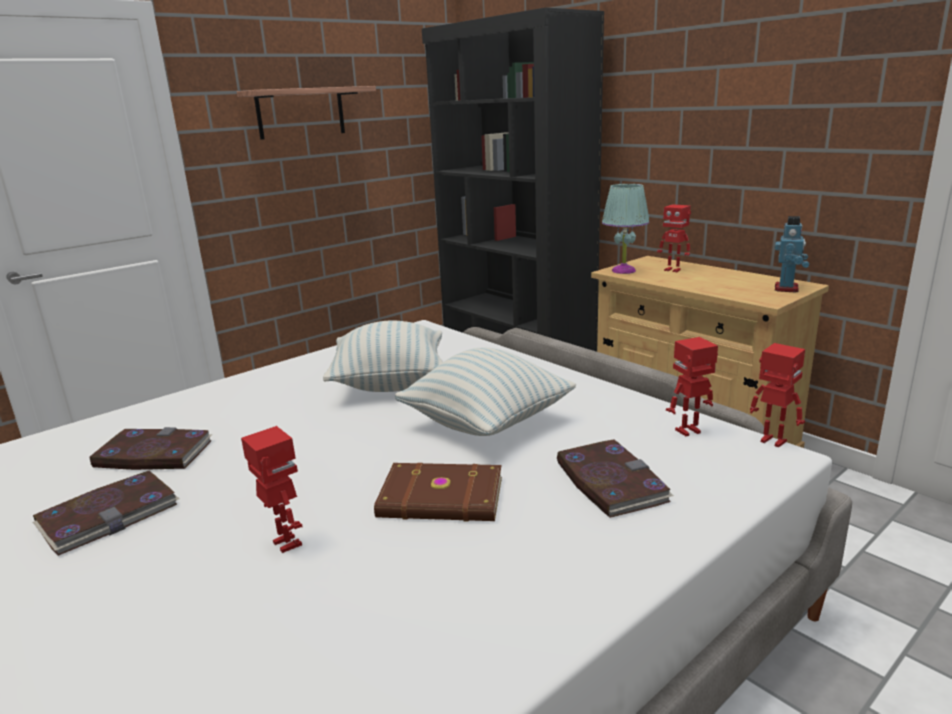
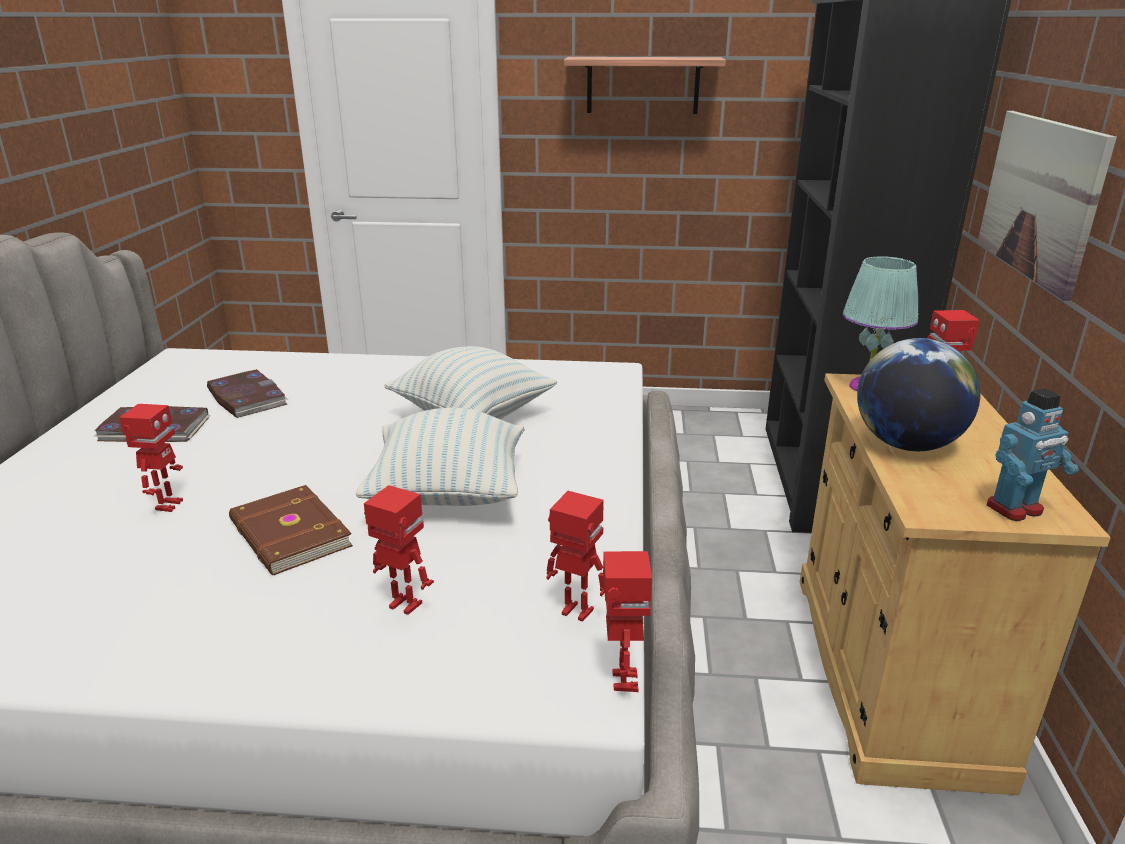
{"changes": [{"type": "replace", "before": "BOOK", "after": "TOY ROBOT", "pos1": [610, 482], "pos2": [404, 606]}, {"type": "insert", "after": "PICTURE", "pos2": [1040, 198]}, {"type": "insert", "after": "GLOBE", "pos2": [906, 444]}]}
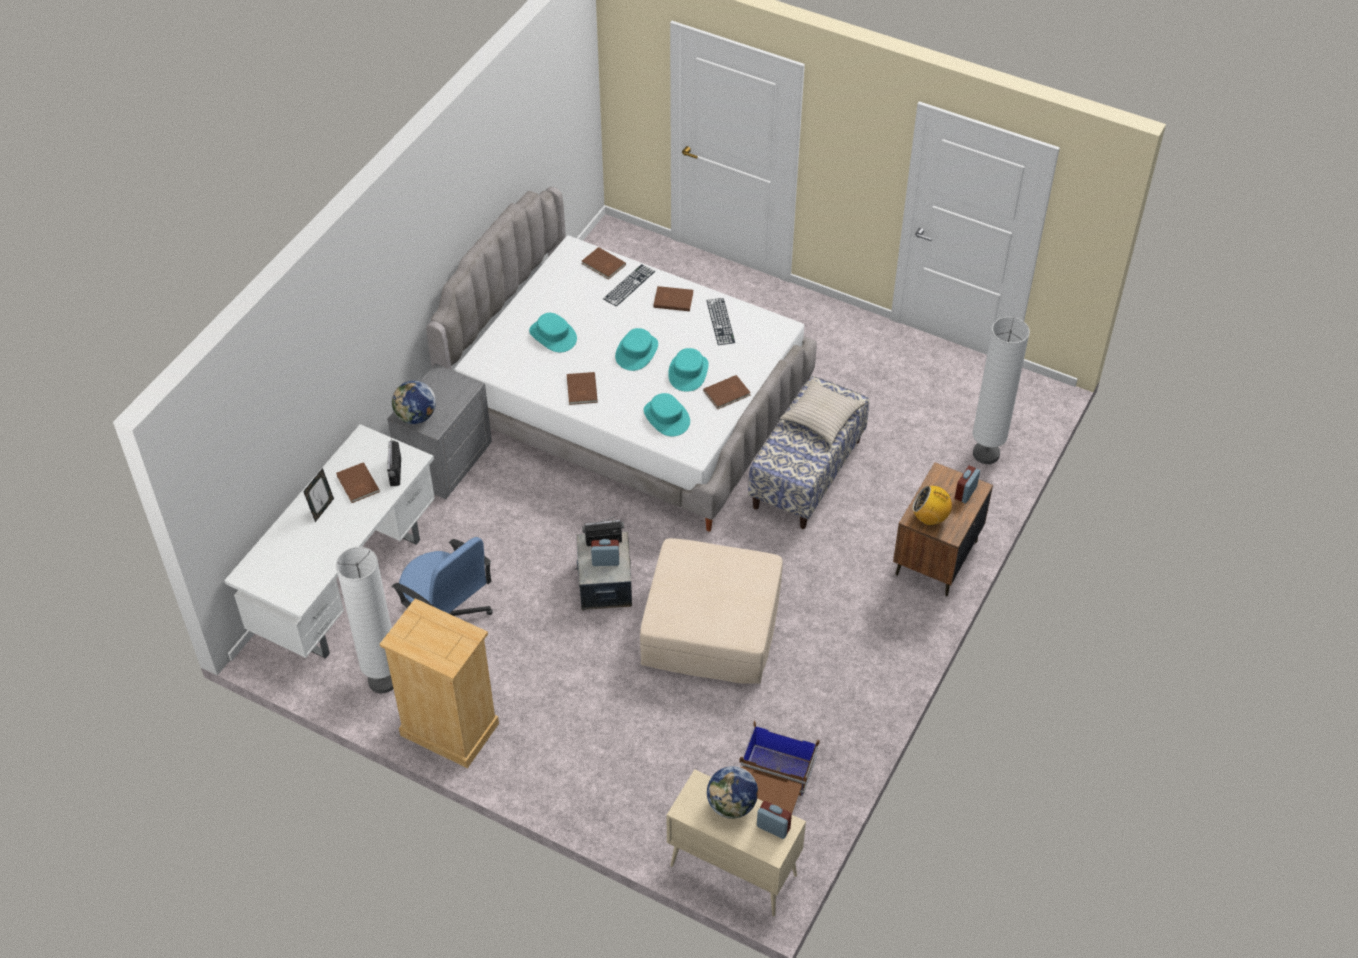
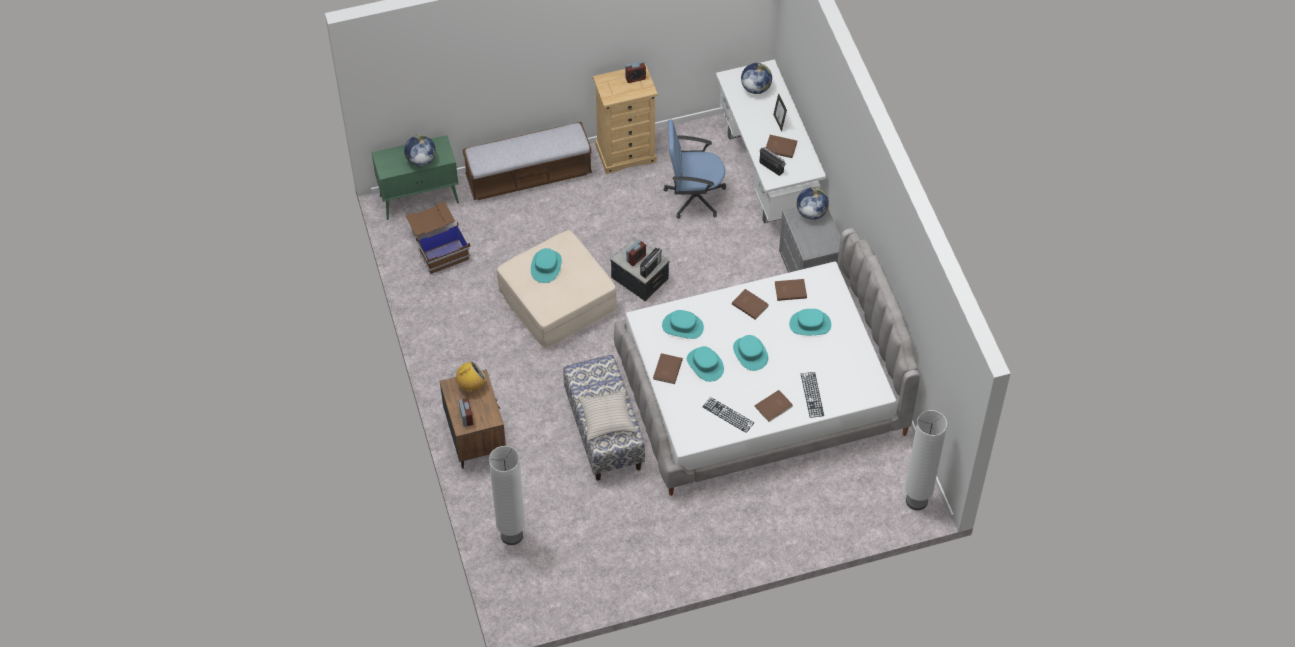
{"changes": [{"type": "move", "before": "BROWN BOOK", "pos1": [603, 265], "pos2": [790, 290]}, {"type": "move", "before": "WHITE FLOOR LAMP", "pos1": [383, 681], "pos2": [916, 501]}, {"type": "recolor", "before": "BEIGE CABINET", "after": "GREEN CABINET", "pos1": [732, 870], "pos2": [420, 199]}, {"type": "move", "before": "ALARM CLOCK", "pos1": [773, 827], "pos2": [635, 78]}, {"type": "insert", "after": "GLOBE", "pos2": [755, 88]}, {"type": "insert", "after": "BENCH", "pos2": [529, 176]}, {"type": "insert", "after": "TURQUOISE HAT", "pos2": [546, 266]}]}
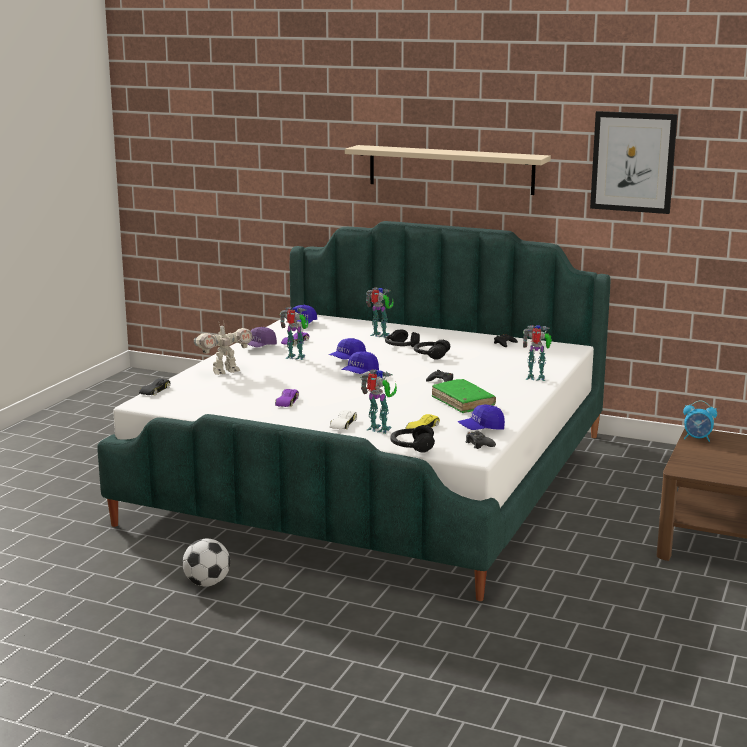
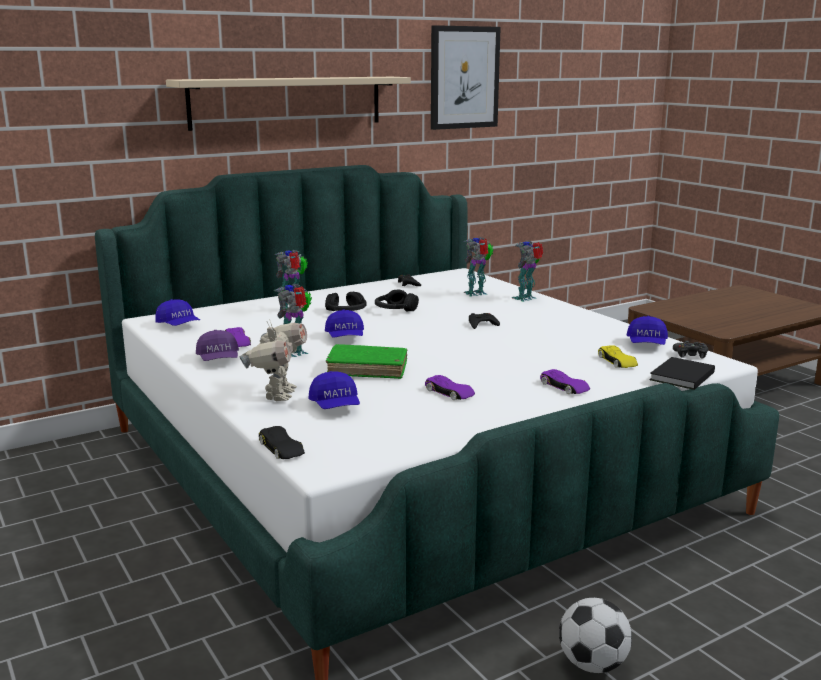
{"changes": [{"type": "move", "before": "BLUE CAP", "pos1": [360, 373], "pos2": [335, 406]}, {"type": "move", "before": "TOY ROBOT", "pos1": [379, 430], "pos2": [477, 294]}, {"type": "move", "before": "GREEN BOOK", "pos1": [463, 402], "pos2": [367, 370]}, {"type": "delete", "before": "ALARM CLOCK", "pos1": [697, 439]}, {"type": "recolor", "before": "WHITE TOY CAR", "after": "PURPLE TOY CAR", "pos1": [343, 424], "pos2": [564, 387]}, {"type": "replace", "before": "BLACK HEADPHONES", "after": "BLACK BOOK", "pos1": [412, 446], "pos2": [680, 376]}]}
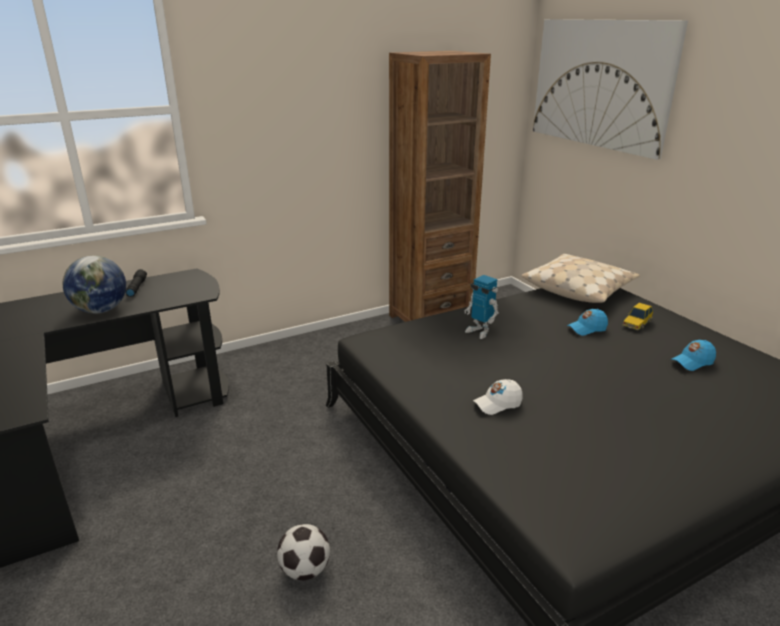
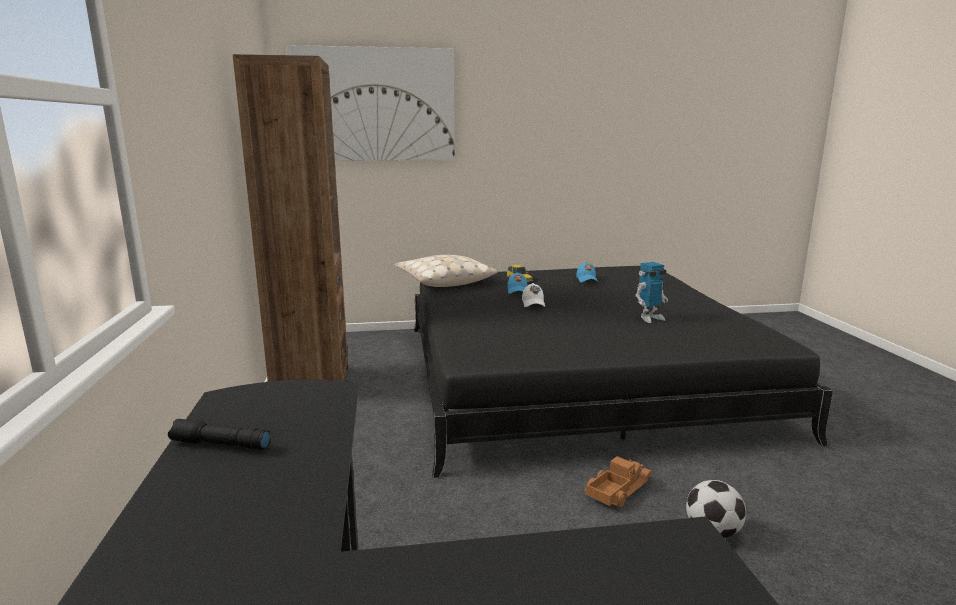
{"changes": [{"type": "delete", "before": "GLOBE", "pos1": [100, 310]}, {"type": "move", "before": "TOY ROBOT", "pos1": [479, 331], "pos2": [649, 318]}, {"type": "move", "before": "WHITE CAP", "pos1": [497, 404], "pos2": [533, 303]}, {"type": "insert", "after": "TOY TRUCK", "pos2": [616, 489]}]}
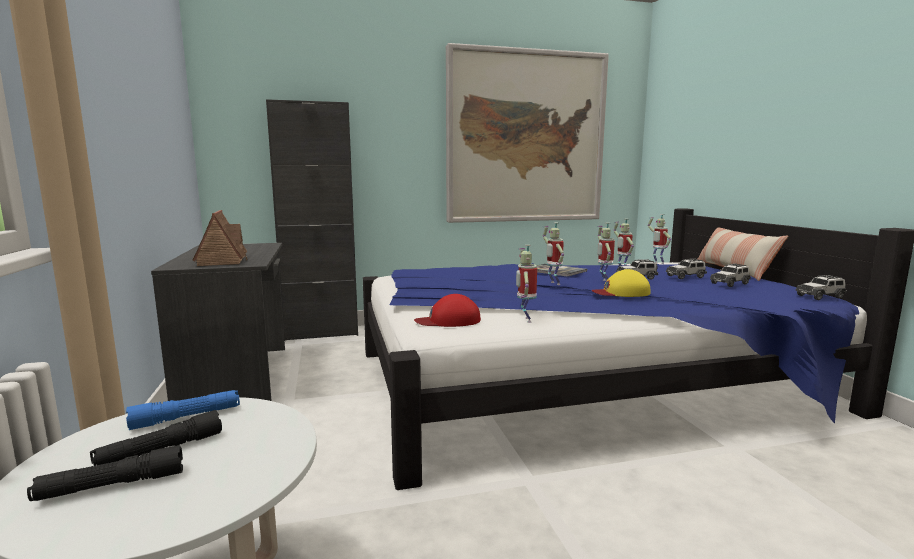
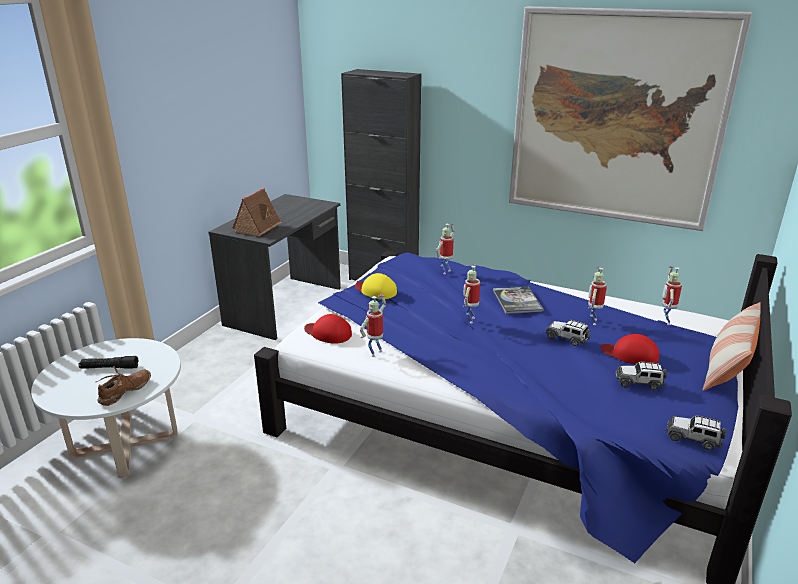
{"changes": [{"type": "move", "before": "TOY ROBOT", "pos1": [603, 281], "pos2": [445, 271]}, {"type": "replace", "before": "TOY CAR", "after": "RED CAP", "pos1": [686, 277], "pos2": [630, 354]}, {"type": "move", "before": "YELLOW CAP", "pos1": [621, 293], "pos2": [375, 290]}, {"type": "delete", "before": "BLUE FLASHLIGHT", "pos1": [187, 417]}, {"type": "delete", "before": "BLACK FLASHLIGHT", "pos1": [112, 486]}, {"type": "insert", "after": "BROWN SHOE", "pos2": [125, 392]}]}
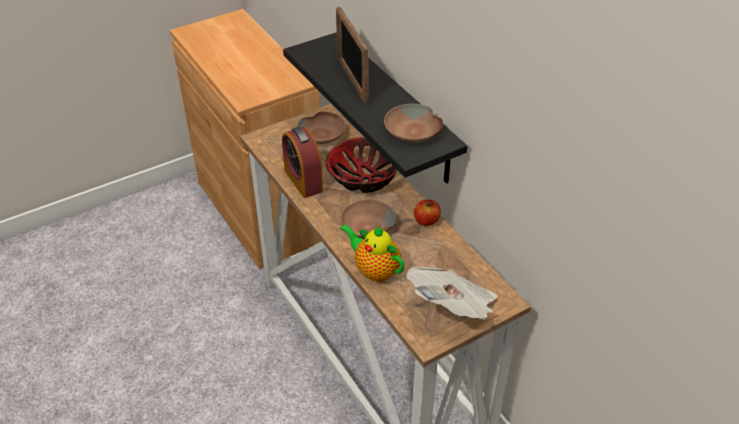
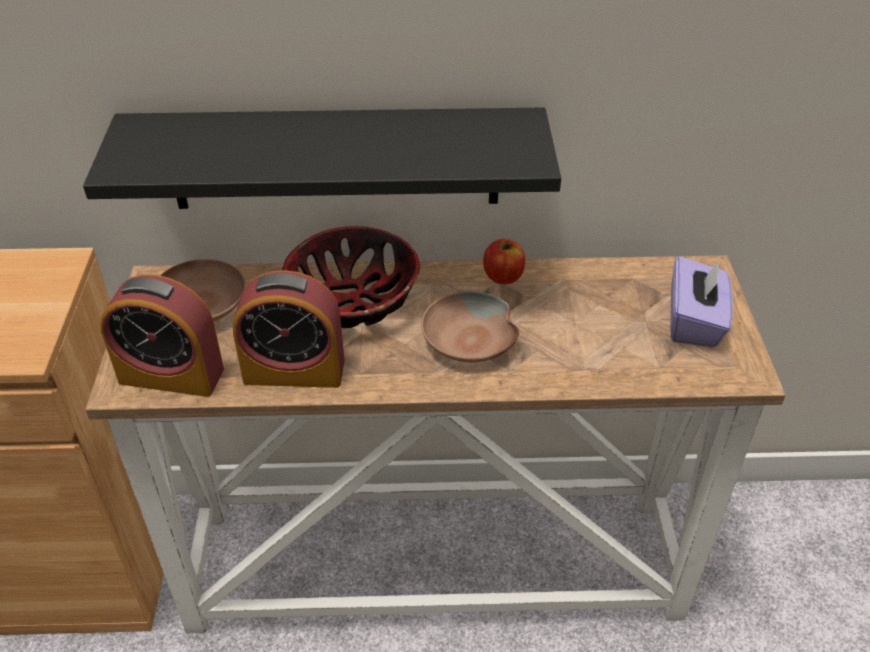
{"changes": [{"type": "delete", "before": "PICTURE FRAME", "pos1": [352, 80]}, {"type": "delete", "before": "BROWN BOWL", "pos1": [413, 132]}, {"type": "delete", "before": "TEAPOT", "pos1": [374, 270]}, {"type": "replace", "before": "NEWSPAPER", "after": "PURPLE TISSUE BOX", "pos1": [453, 307], "pos2": [694, 322]}, {"type": "insert", "after": "ALARM CLOCK", "pos2": [171, 375]}]}
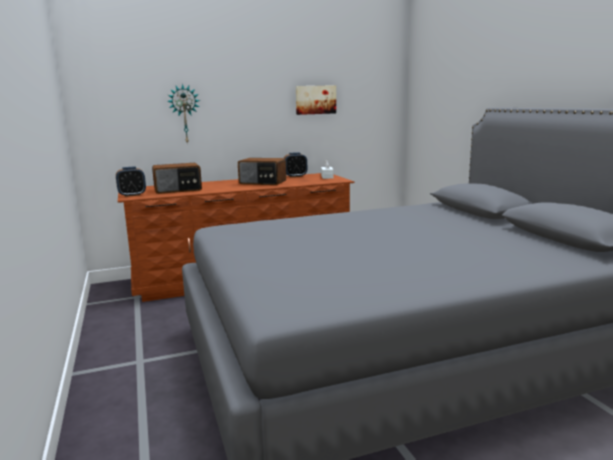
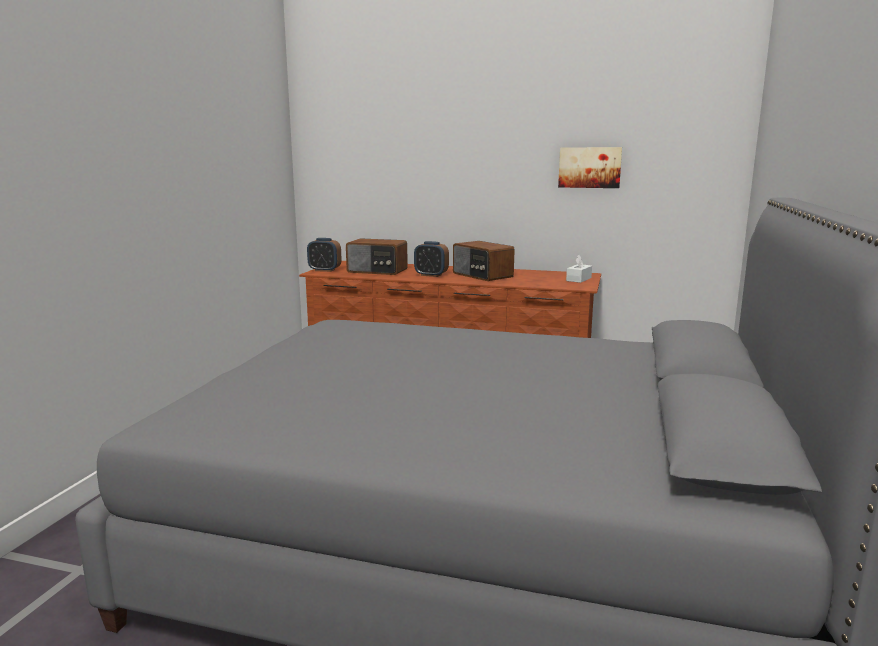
{"changes": [{"type": "delete", "before": "WALL CLOCK", "pos1": [184, 114]}, {"type": "move", "before": "ALARM CLOCK", "pos1": [295, 176], "pos2": [431, 275]}]}
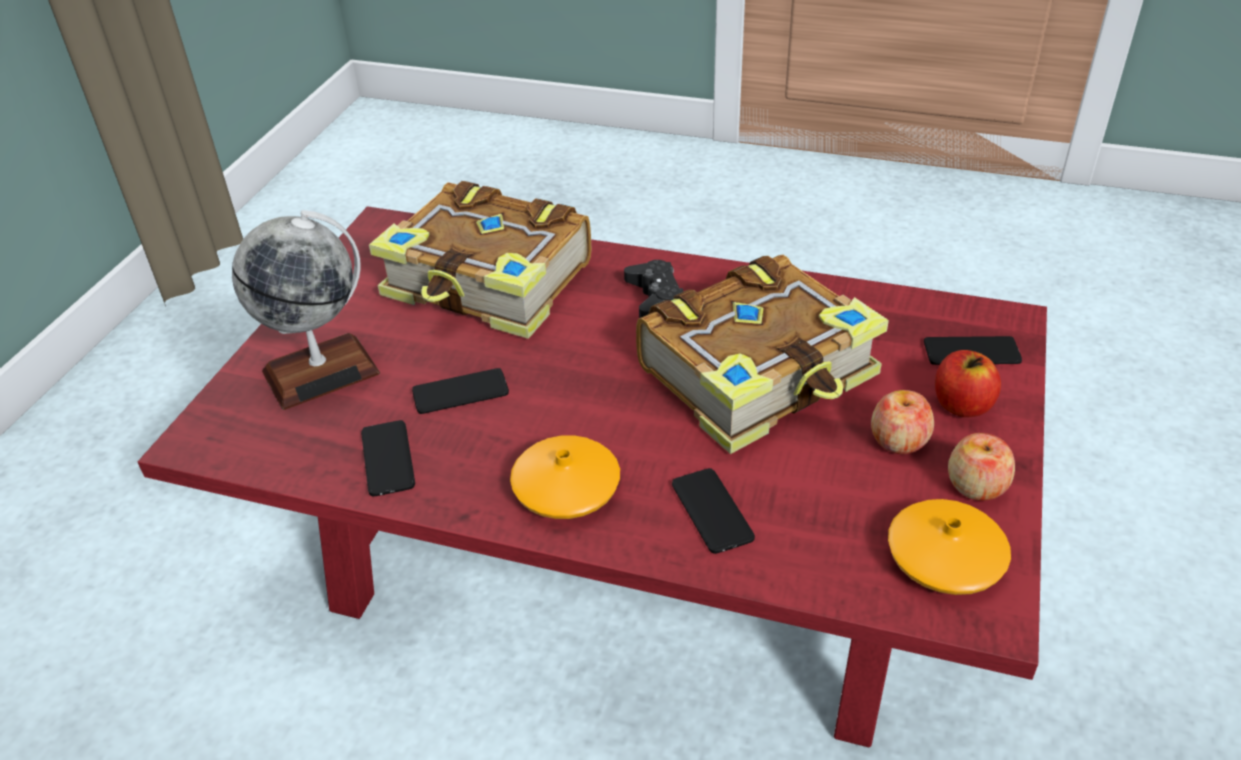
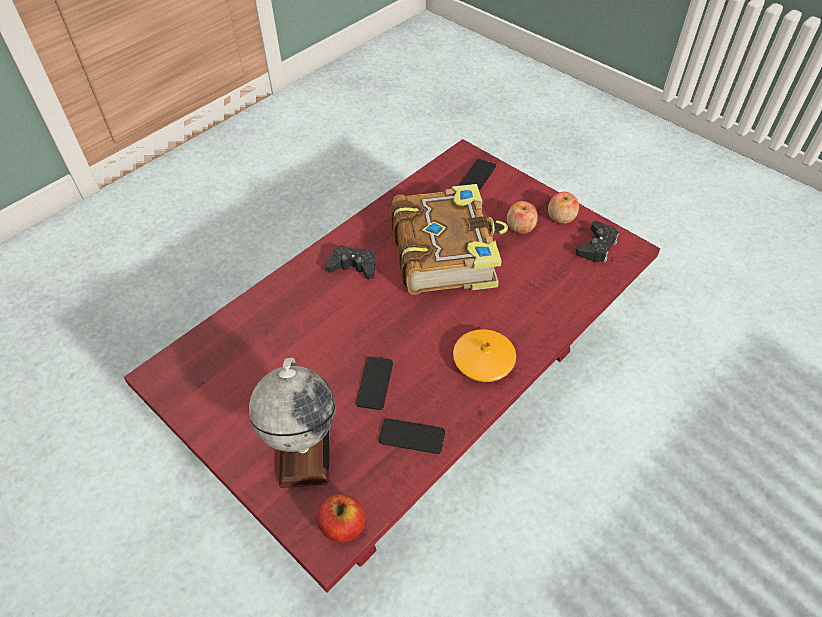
{"changes": [{"type": "delete", "before": "BOOK", "pos1": [490, 283]}, {"type": "move", "before": "APPLE", "pos1": [961, 405], "pos2": [342, 526]}, {"type": "delete", "before": "PHONE", "pos1": [712, 511]}, {"type": "replace", "before": "ORANGE VASE", "after": "BLACK GAME CONTROLLER", "pos1": [945, 558], "pos2": [596, 246]}]}
